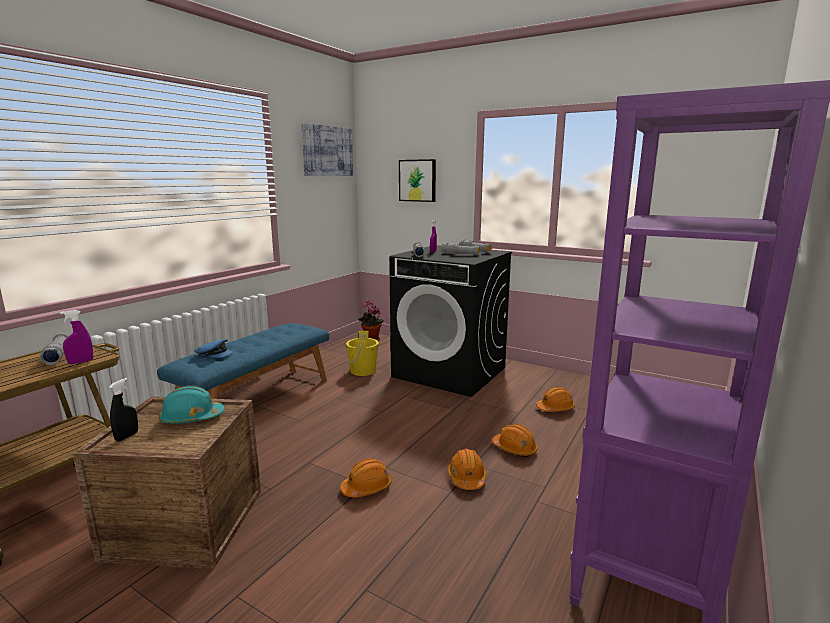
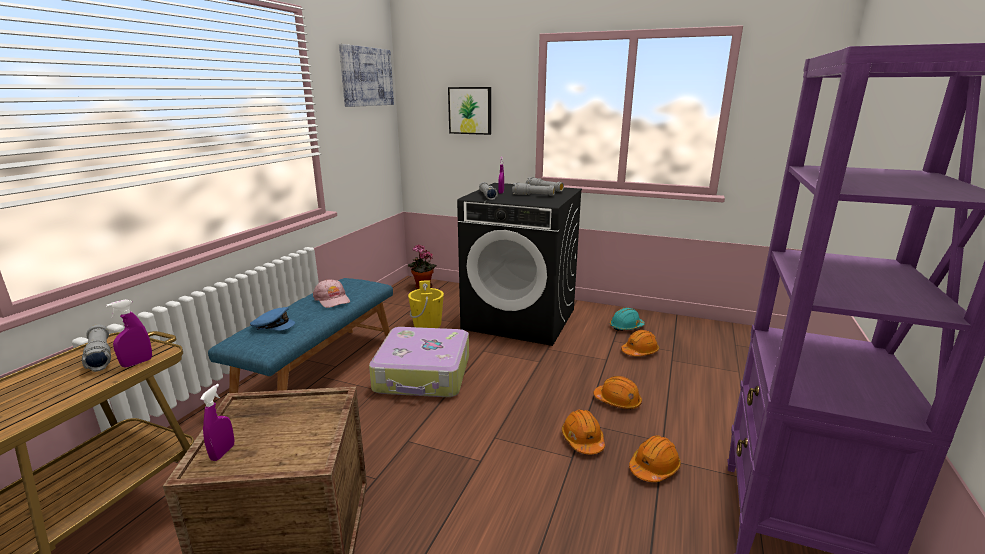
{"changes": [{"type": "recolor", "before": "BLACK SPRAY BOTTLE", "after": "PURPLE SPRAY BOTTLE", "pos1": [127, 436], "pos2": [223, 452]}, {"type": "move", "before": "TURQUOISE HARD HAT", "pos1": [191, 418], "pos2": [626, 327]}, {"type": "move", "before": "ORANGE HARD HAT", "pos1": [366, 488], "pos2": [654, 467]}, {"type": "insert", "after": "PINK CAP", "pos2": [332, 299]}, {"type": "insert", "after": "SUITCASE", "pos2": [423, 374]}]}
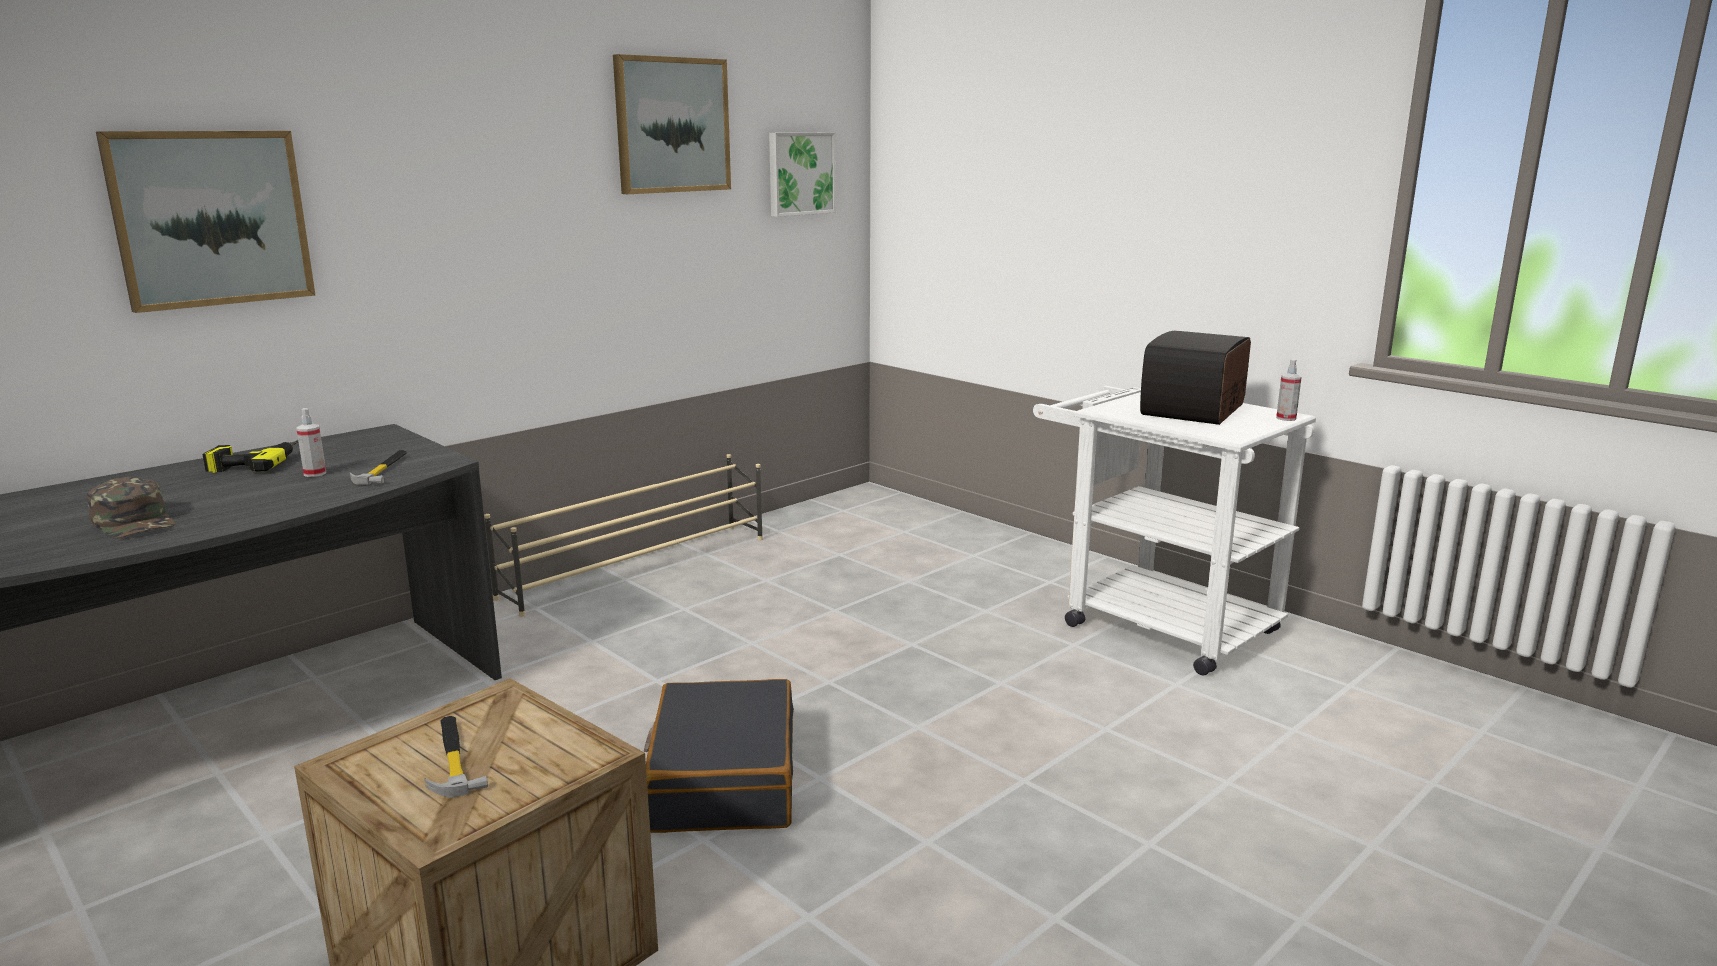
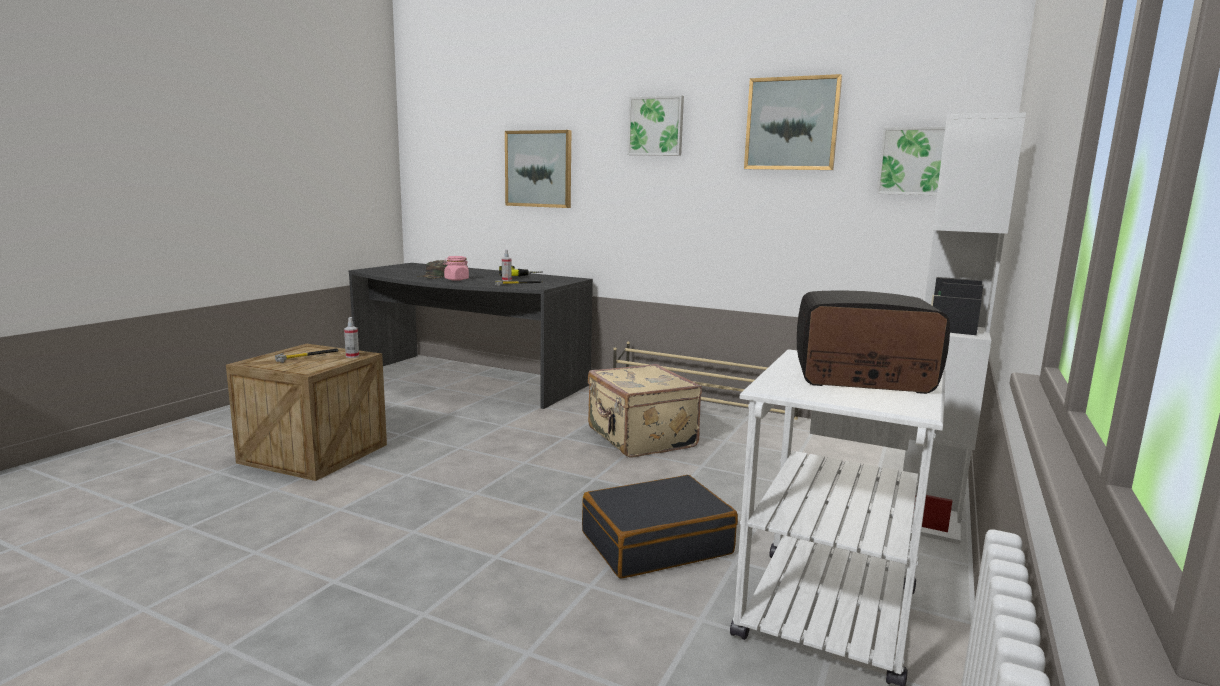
{"changes": [{"type": "move", "before": "SPRAY BOTTLE", "pos1": [1286, 418], "pos2": [352, 356]}, {"type": "move", "before": "BLACK SUITCASE", "pos1": [723, 779], "pos2": [656, 543]}, {"type": "insert", "after": "PICTURE", "pos2": [656, 126]}, {"type": "insert", "after": "WHITE BOOKCASE", "pos2": [931, 495]}, {"type": "insert", "after": "PINK JAR", "pos2": [456, 279]}, {"type": "insert", "after": "BEIGE SUITCASE", "pos2": [640, 438]}]}
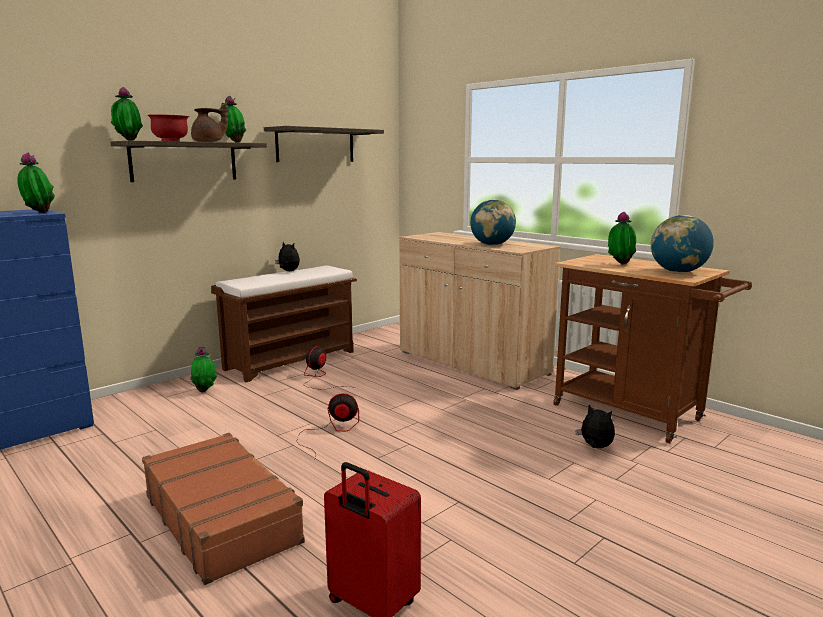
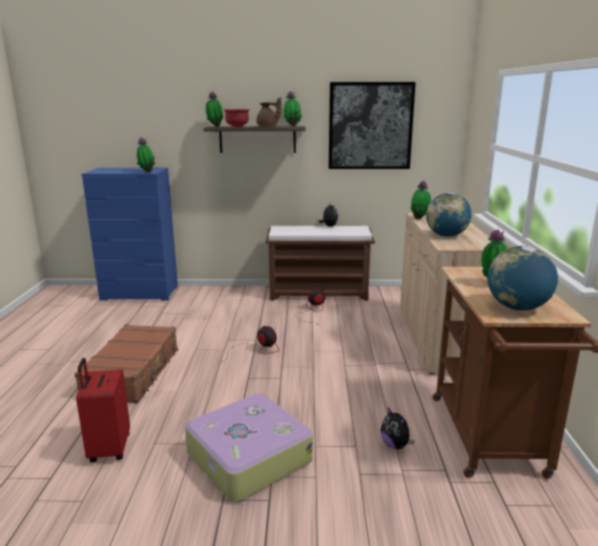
{"changes": [{"type": "replace", "before": "SHELF", "after": "PICTURE", "pos1": [315, 145], "pos2": [370, 126]}, {"type": "move", "before": "POTTED PLANT", "pos1": [205, 391], "pos2": [419, 218]}, {"type": "rotate", "before": "PLUSH TOY", "pos1": [595, 447], "pos2": [395, 445], "turn": 150}, {"type": "insert", "after": "SUITCASE", "pos2": [247, 457]}]}
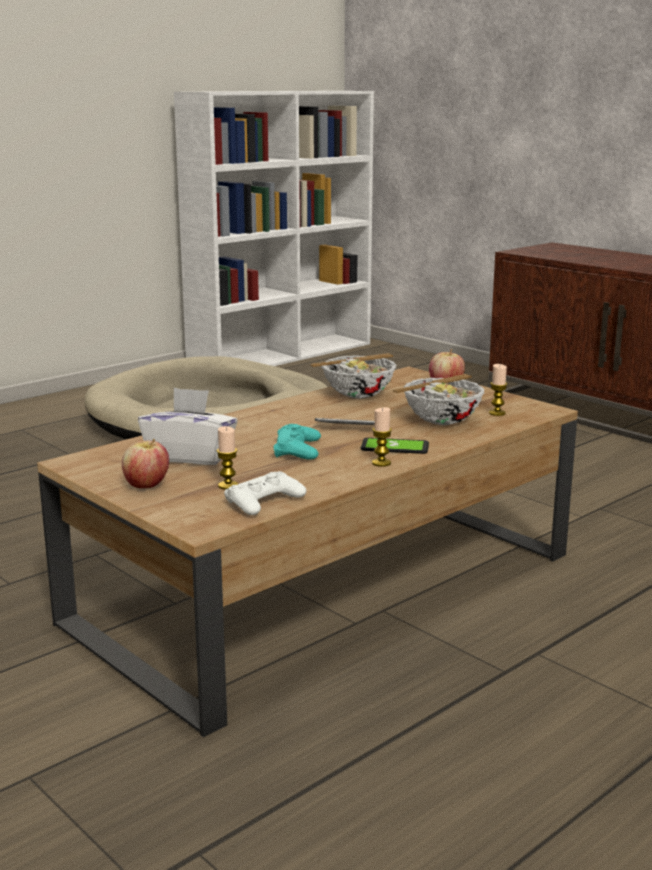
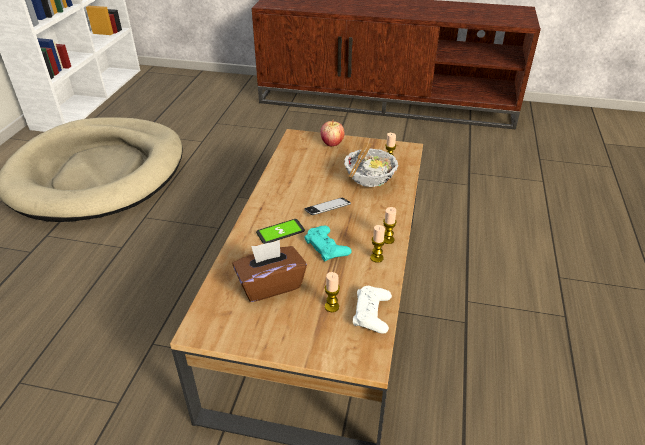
{"changes": [{"type": "delete", "before": "BOWL", "pos1": [358, 394]}, {"type": "recolor", "before": "WHITE TISSUE BOX", "after": "BROWN TISSUE BOX", "pos1": [190, 456], "pos2": [270, 285]}, {"type": "move", "before": "PHONE", "pos1": [394, 447], "pos2": [280, 232]}, {"type": "delete", "before": "APPLE", "pos1": [146, 485]}, {"type": "insert", "after": "CANDLE", "pos2": [376, 258]}]}
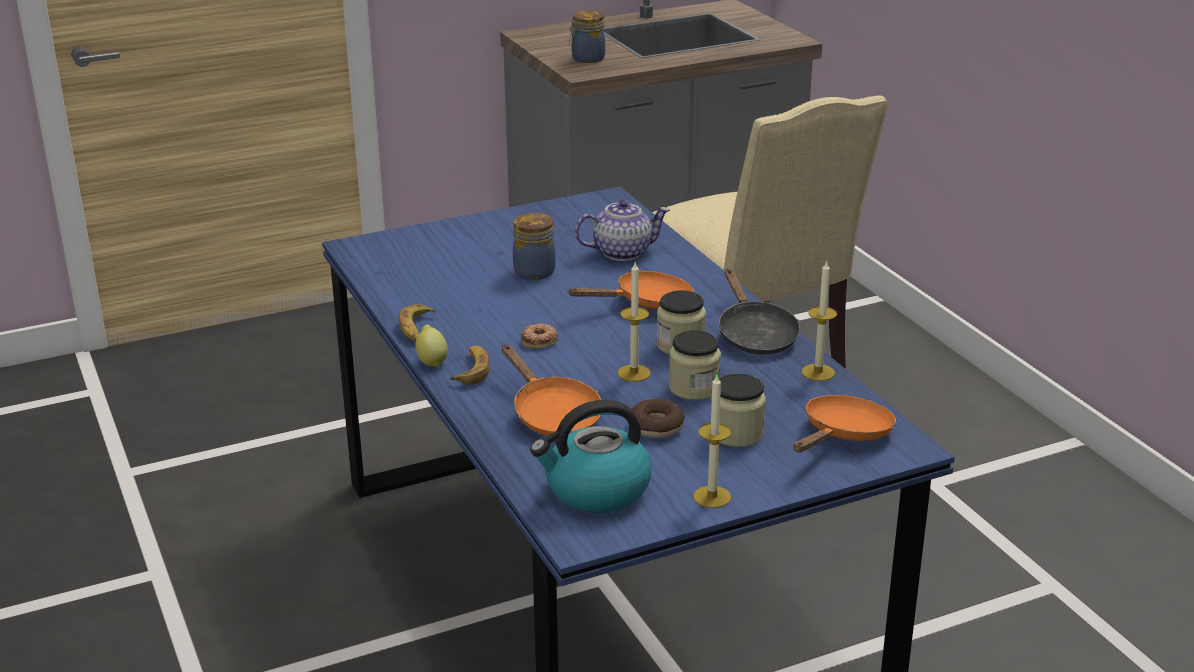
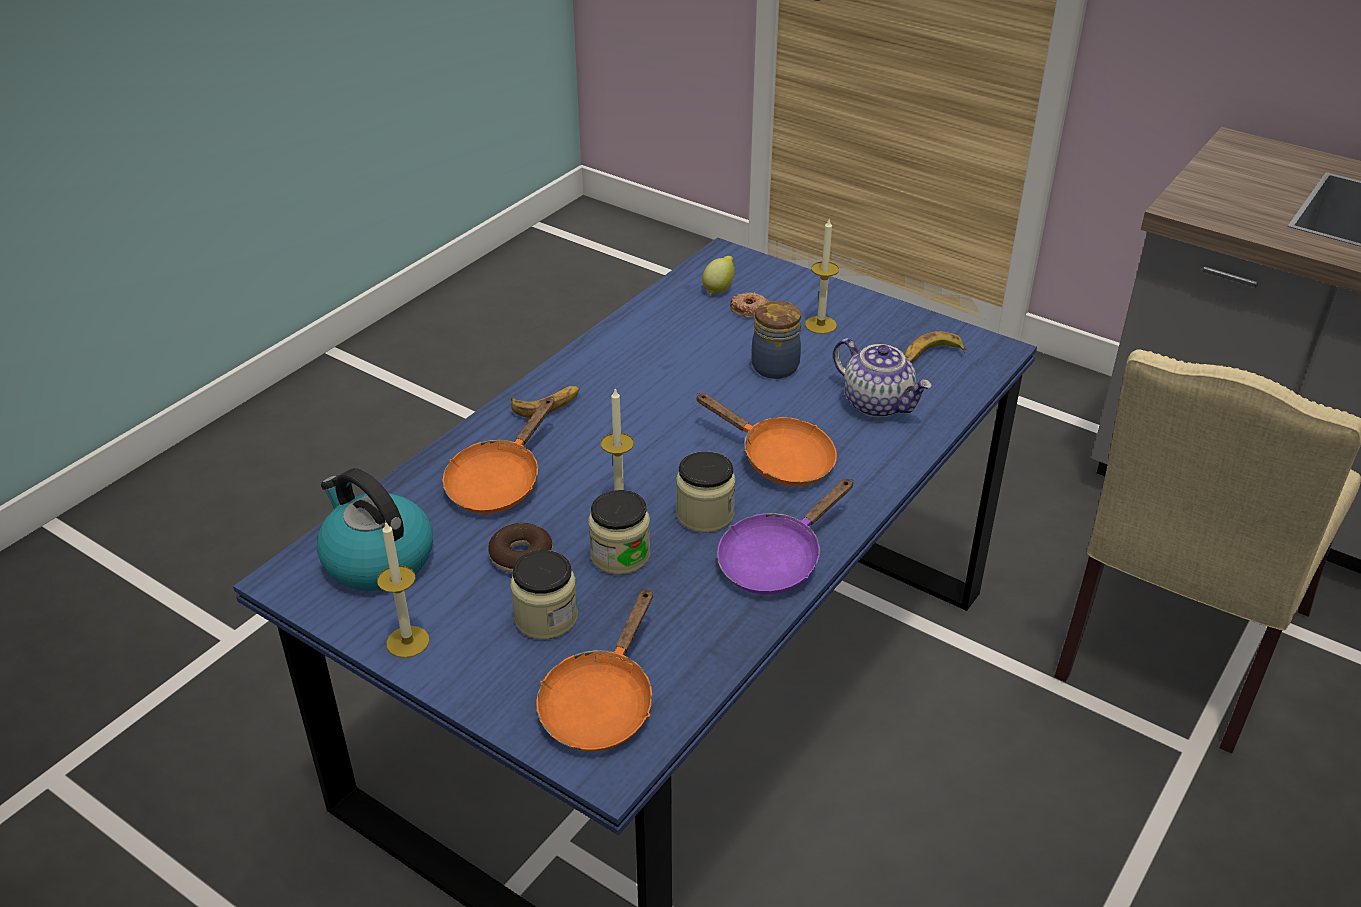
{"changes": [{"type": "delete", "before": "JAR", "pos1": [586, 59]}, {"type": "move", "before": "CANDLE", "pos1": [818, 372], "pos2": [820, 325]}, {"type": "recolor", "before": "BLACK FRYING PAN", "after": "PURPLE FRYING PAN", "pos1": [754, 335], "pos2": [776, 560]}, {"type": "move", "before": "BANANA", "pos1": [416, 329], "pos2": [931, 355]}, {"type": "move", "before": "DONUT", "pos1": [540, 340], "pos2": [749, 309]}, {"type": "move", "before": "LEMON", "pos1": [432, 361], "pos2": [719, 289]}, {"type": "rotate", "before": "ORANGE FRYING PAN", "pos1": [843, 434], "pos2": [601, 703], "turn": 105}]}
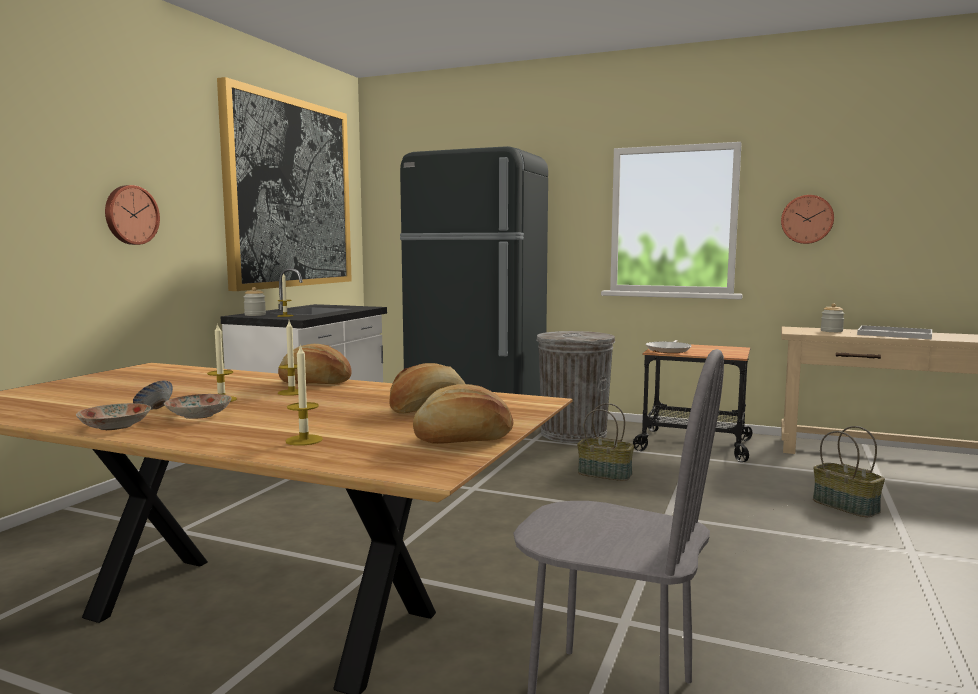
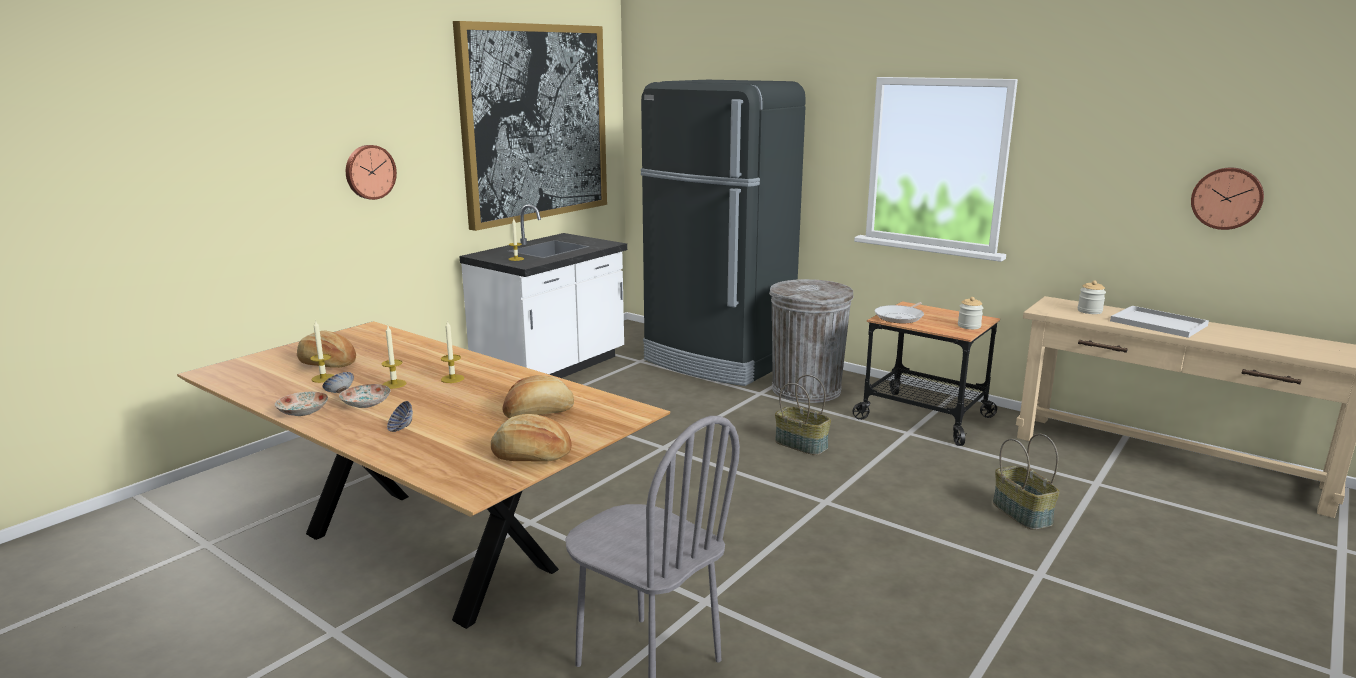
{"changes": [{"type": "move", "before": "WALL CLOCK", "pos1": [807, 219], "pos2": [1227, 198]}, {"type": "move", "before": "JAR", "pos1": [255, 315], "pos2": [969, 326]}, {"type": "move", "before": "BREAD", "pos1": [315, 382], "pos2": [327, 363]}, {"type": "move", "before": "CANDLE", "pos1": [304, 440], "pos2": [323, 378]}, {"type": "insert", "after": "BOWL", "pos2": [401, 428]}]}
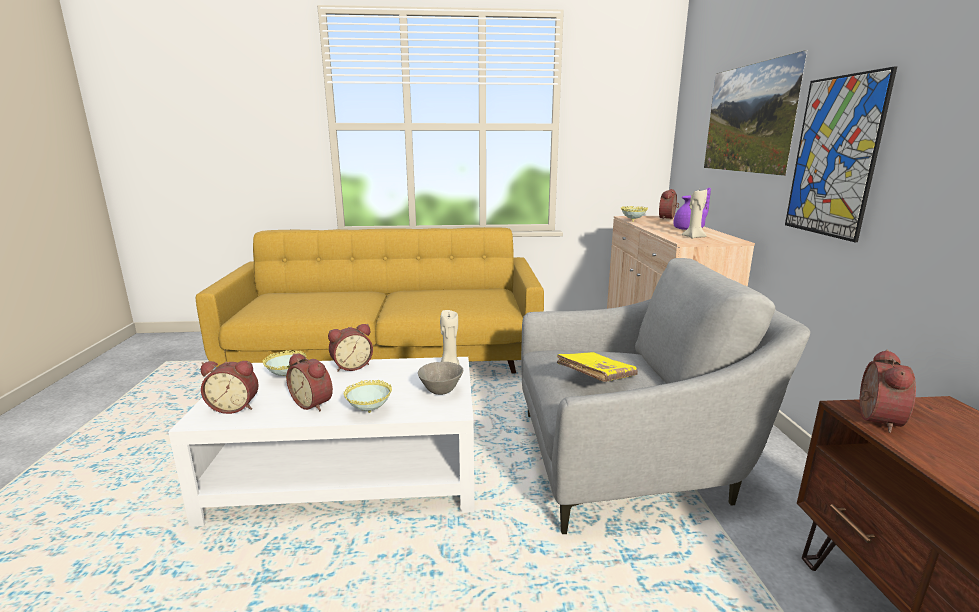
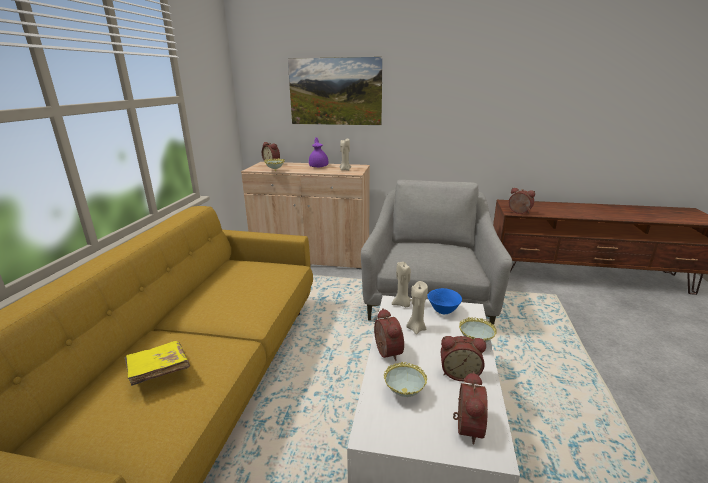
{"changes": [{"type": "delete", "before": "PICTURE", "pos1": [834, 157]}, {"type": "move", "before": "YELLOW BOOK", "pos1": [596, 378], "pos2": [158, 371]}, {"type": "rotate", "before": "ALARM CLOCK", "pos1": [314, 403], "pos2": [459, 372], "turn": 45}, {"type": "recolor", "before": "GREY BOWL", "after": "BLUE BOWL", "pos1": [440, 392], "pos2": [443, 311]}, {"type": "insert", "after": "BEIGE CANDLE", "pos2": [416, 328]}]}
